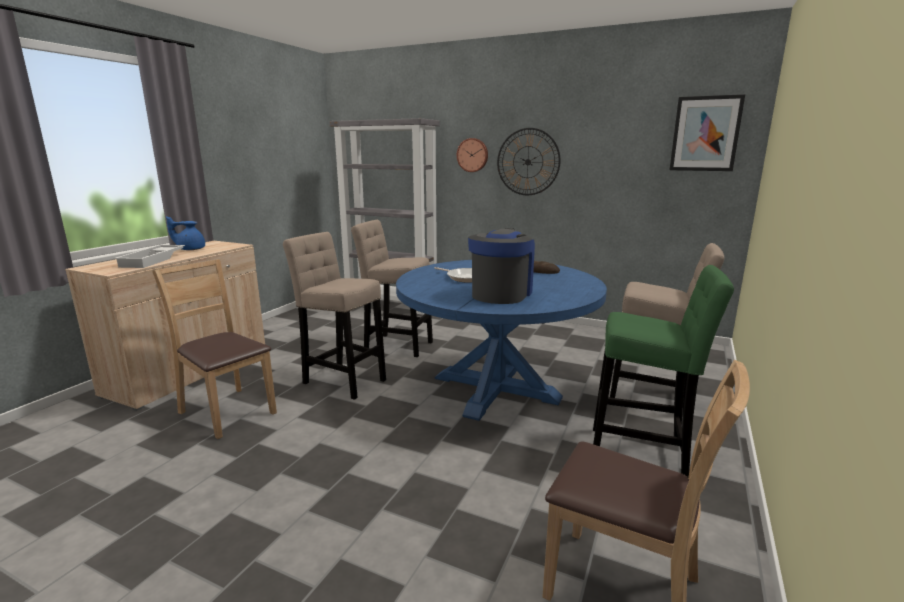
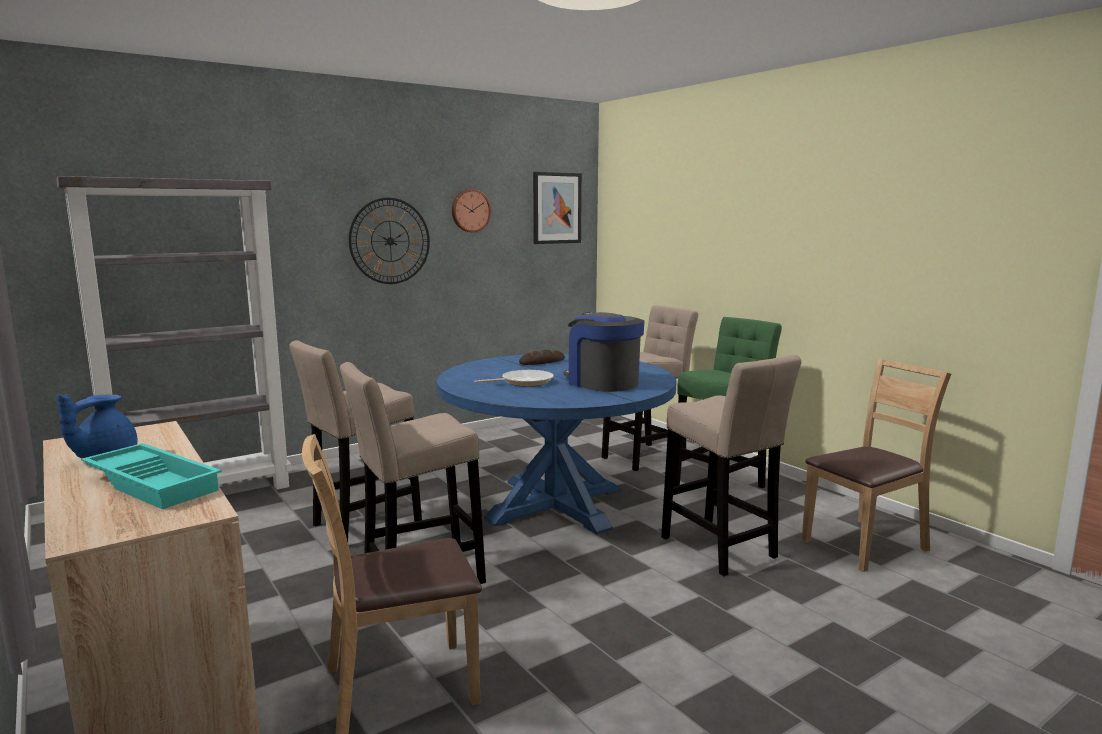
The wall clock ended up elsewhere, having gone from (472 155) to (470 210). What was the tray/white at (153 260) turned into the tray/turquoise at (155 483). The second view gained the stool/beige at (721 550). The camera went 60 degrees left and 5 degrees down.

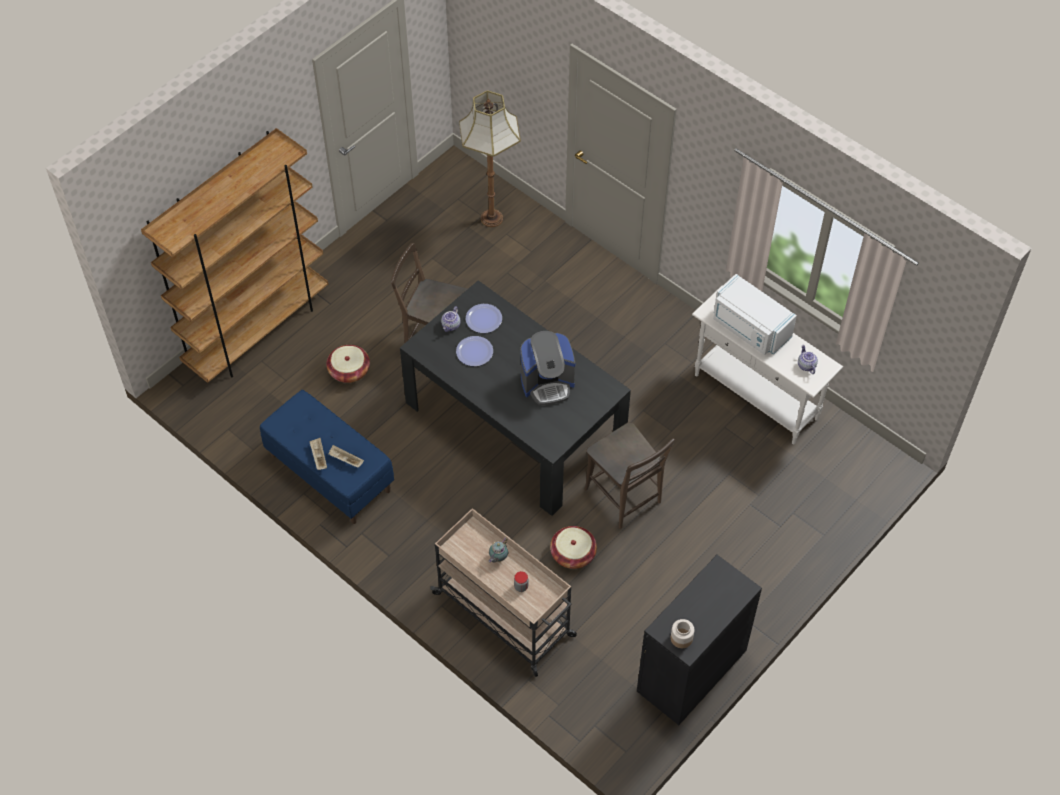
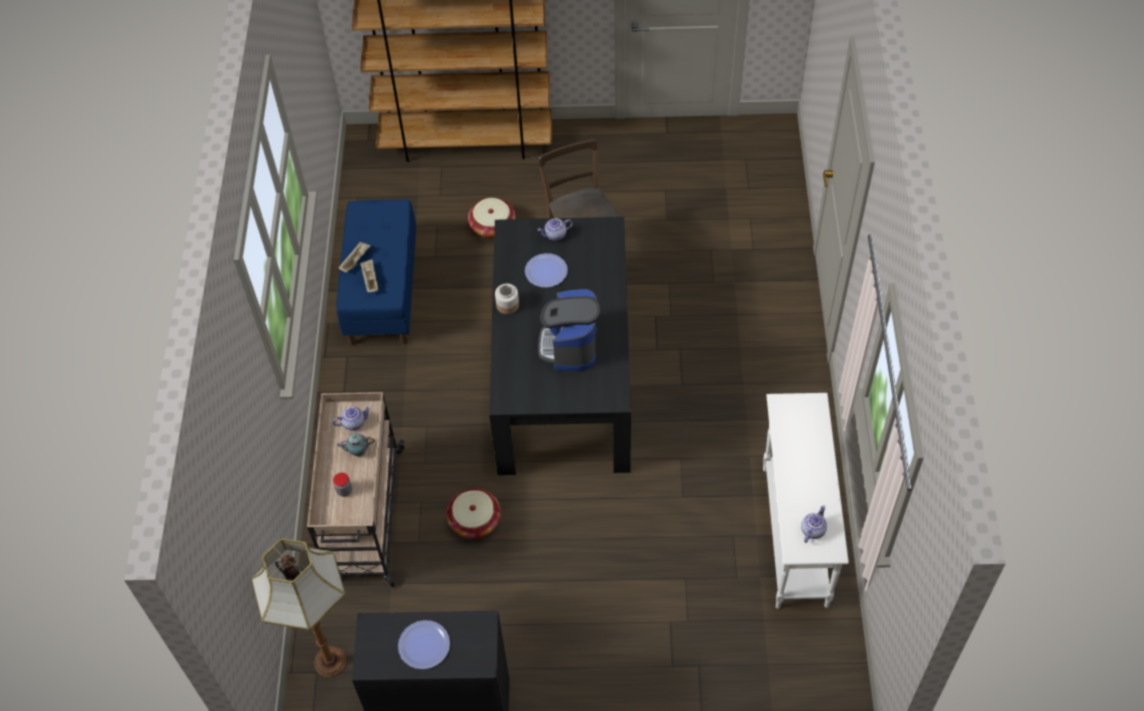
The floor lamp ended up elsewhere, having gone from (492 219) to (330 663). The second view lost the microwave/white at (749 328). The plate ended up elsewhere, having gone from (483 319) to (424 645). The coffee machine at (547 383) ended up facing another way, 60 degrees clockwise from before. The second view lost the chair/brown at (625 498). The jar ended up elsewhere, having gone from (681 638) to (507 305). The second view gained the teapot at (354 422). The camera went 50 degrees right and 0 degrees up.

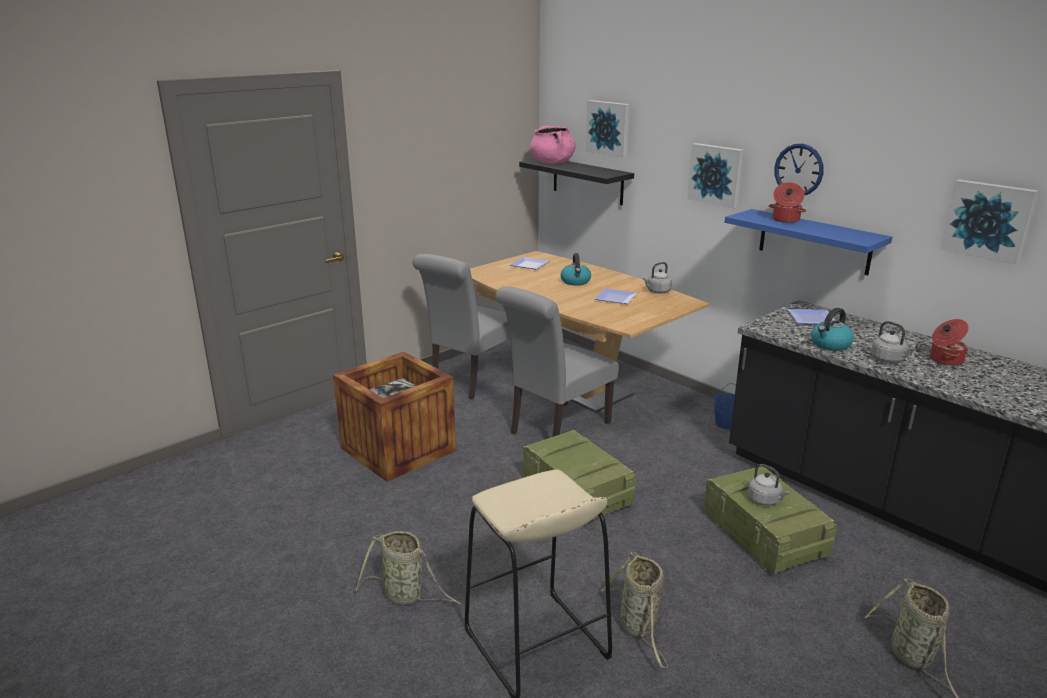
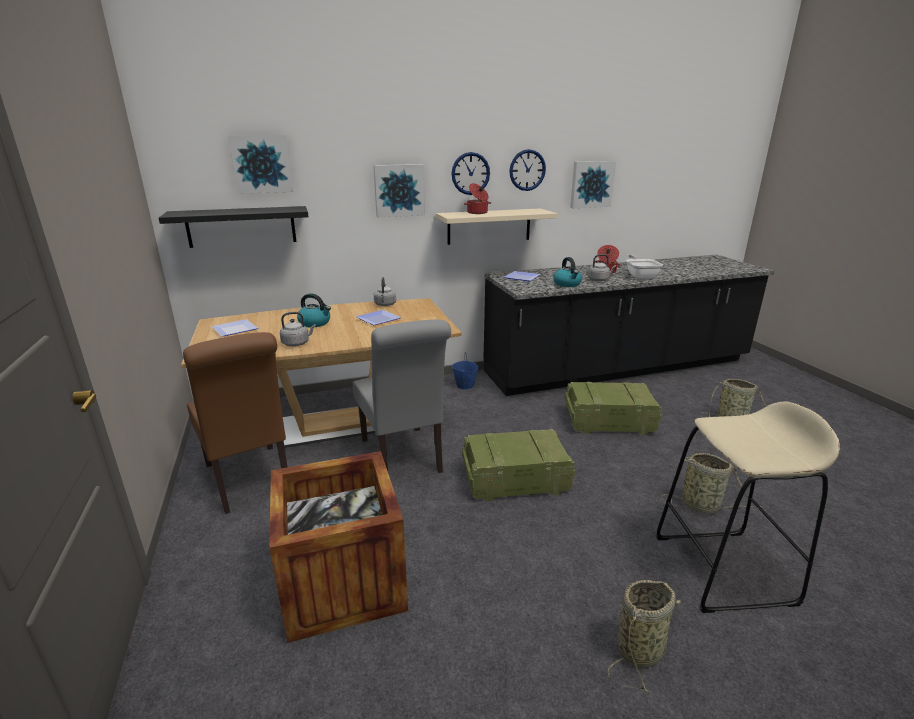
The second view lost the cooking pot/pink at (552 163). What was the shelf/blue at (814 242) turned into the shelf/beige at (489 226). What was the chair/grey at (470 381) turned into the chair/brown at (250 481). The kettle/grey ended up elsewhere, having gone from (765 500) to (297 343). The second view gained the wall clock at (527 170). The second view gained the frying pan at (640 276). The camera went 65 degrees left and 0 degrees up.

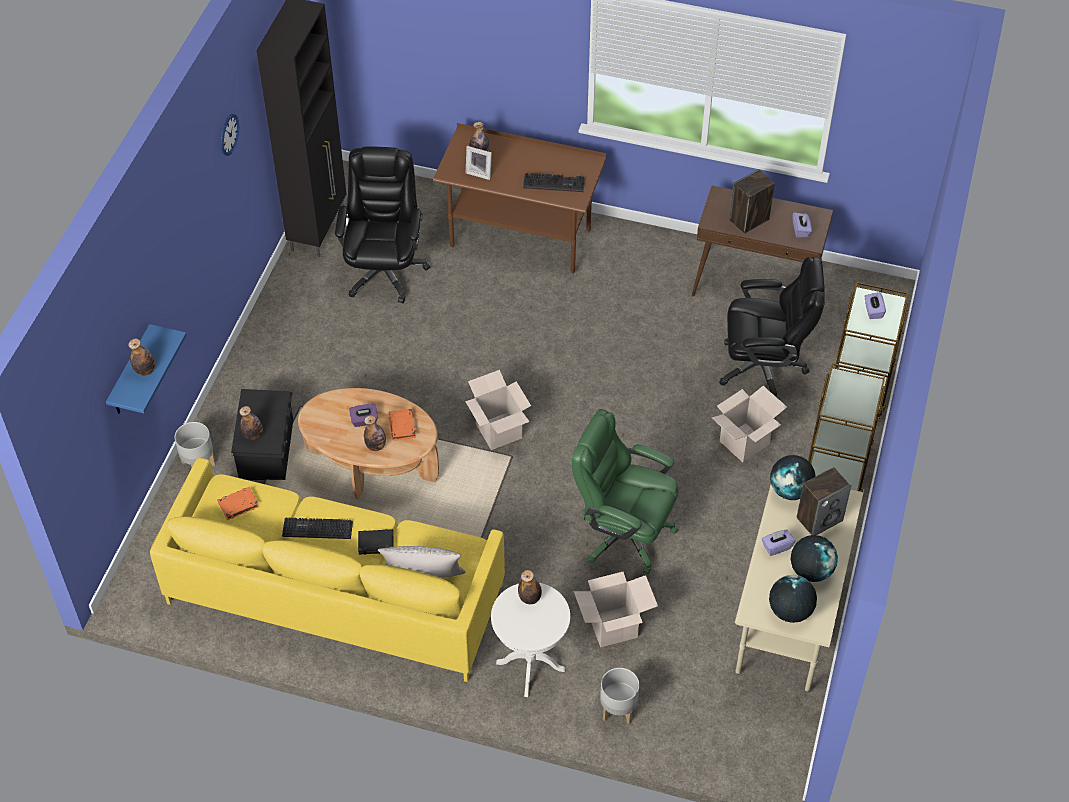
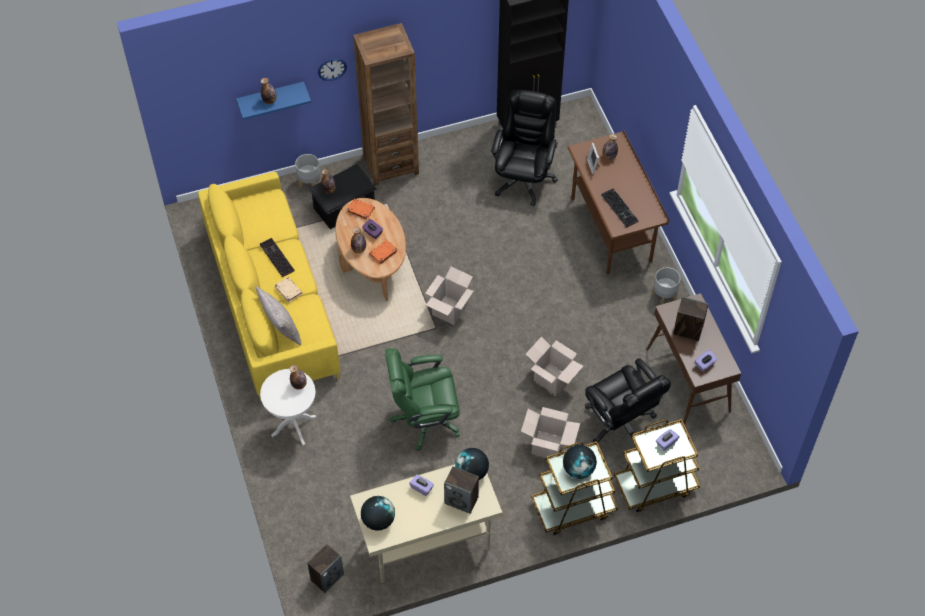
The wall clock ended up elsewhere, having gone from (229 134) to (332 69). The office chair/black at (385 271) ended up facing another way, 45 degrees counterclockwise from before. The office chair/green at (623 533) ended up facing another way, 90 degrees counterclockwise from before. The book/orange ended up elsewhere, having gone from (238 505) to (360 210). What was the book/black at (375 543) turned into the book/beige at (288 290). The globe ended up elsewhere, having gone from (811 571) to (578 469). The cardboard box ended up elsewhere, having gone from (613 627) to (552 379). The planter/grey ended up elsewhere, having gone from (618 710) to (664 296). The second view gained the bookcase/brown at (391 165). The second view gained the speaker at (327 577). The camera went 55 degrees right and 5 degrees up.

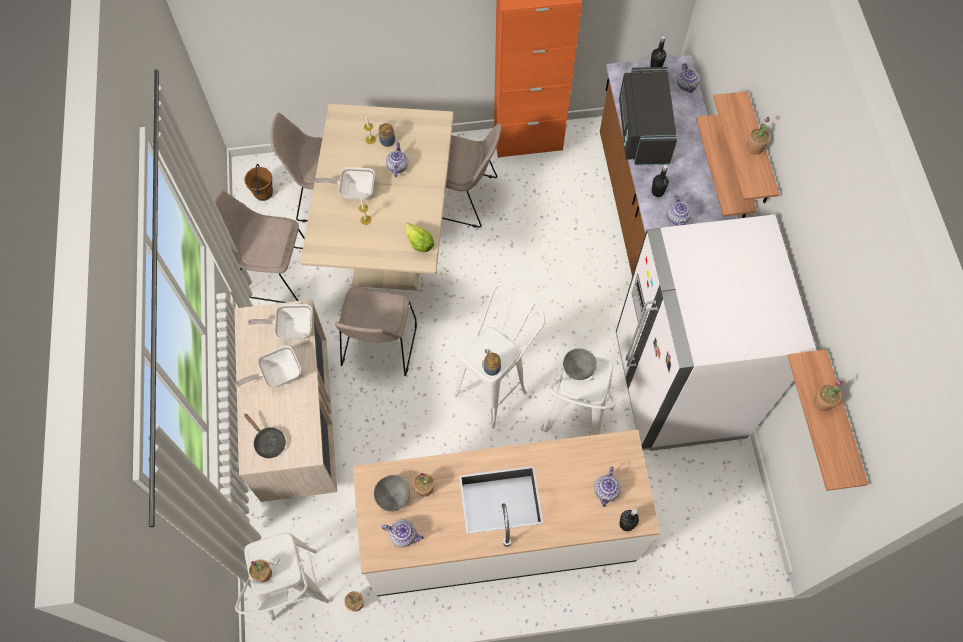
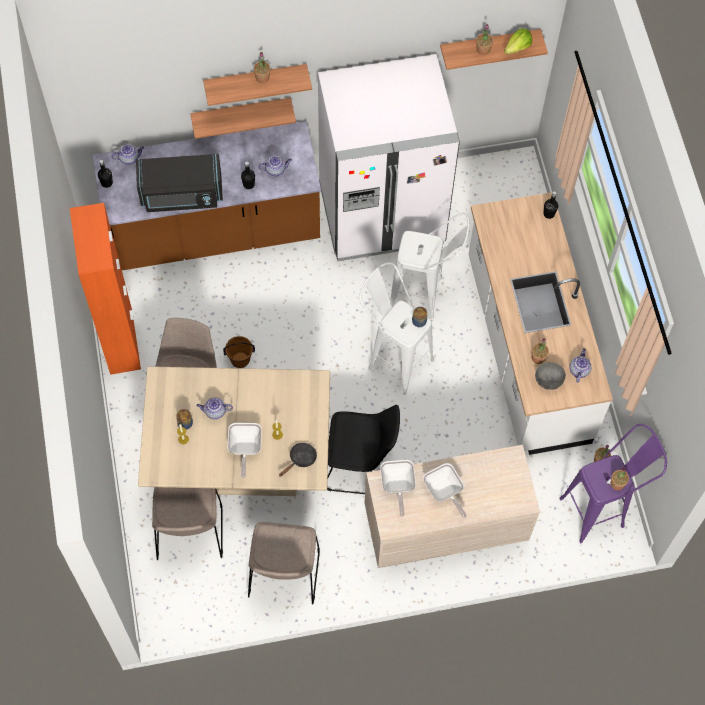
The bucket/brown ended up elsewhere, having gone from (263 193) to (240 360). The lettuce ended up elsewhere, having gone from (419 243) to (517 48). What was the chair/beige at (379 346) turned into the chair/black at (360 464). The second view lost the bowl/grey at (577 369). The frying pan/black ended up elsewhere, having gone from (268 441) to (300 459). The second view lost the teapot at (606 491). What was the stool/white at (296 596) turned into the stool/purple at (601 509). The camera went 95 degrees left and 0 degrees up.

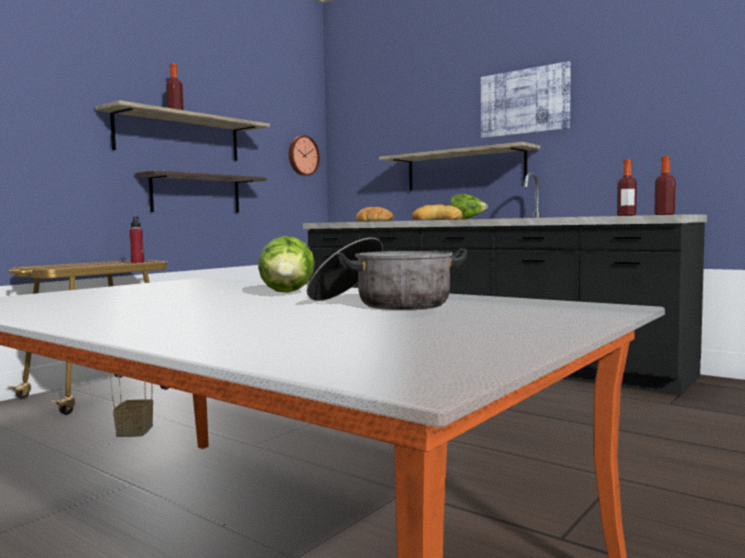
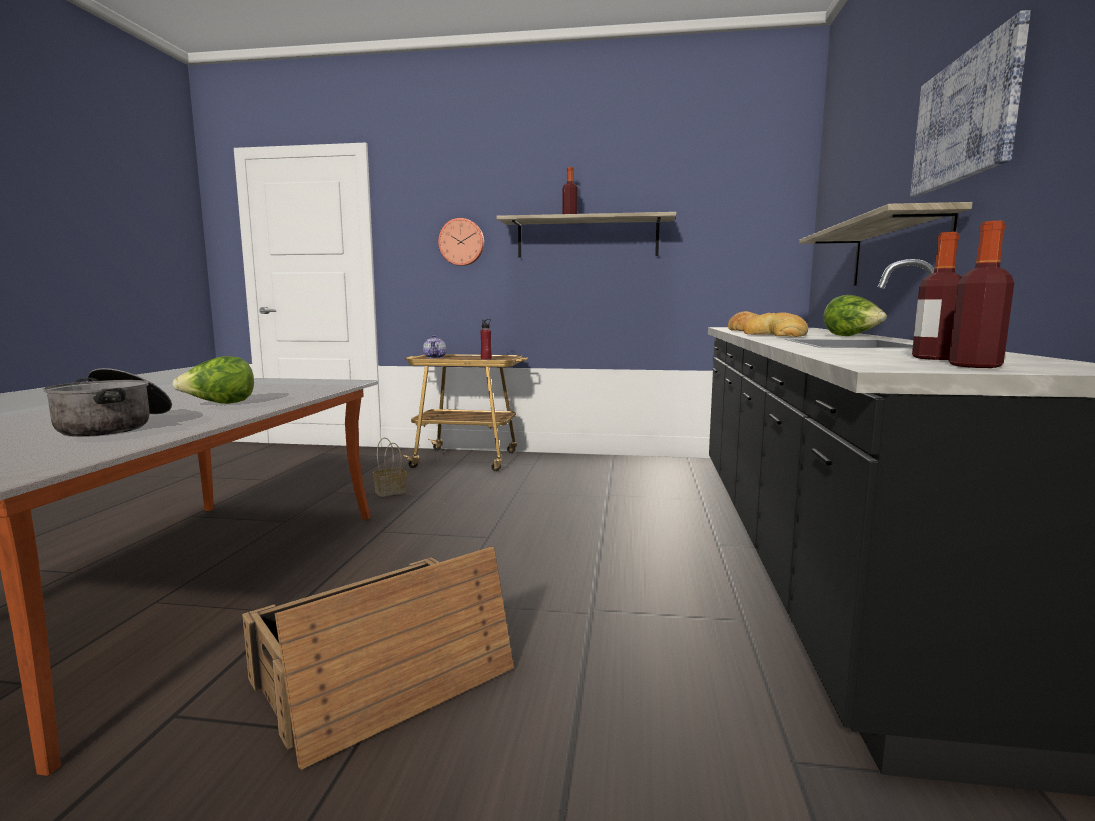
The wall clock ended up elsewhere, having gone from (302 155) to (461 242). The second view lost the shelf at (196 194). The second view gained the teapot at (435 357). The second view gained the crate at (381 677). The camera went 60 degrees right and 5 degrees up.

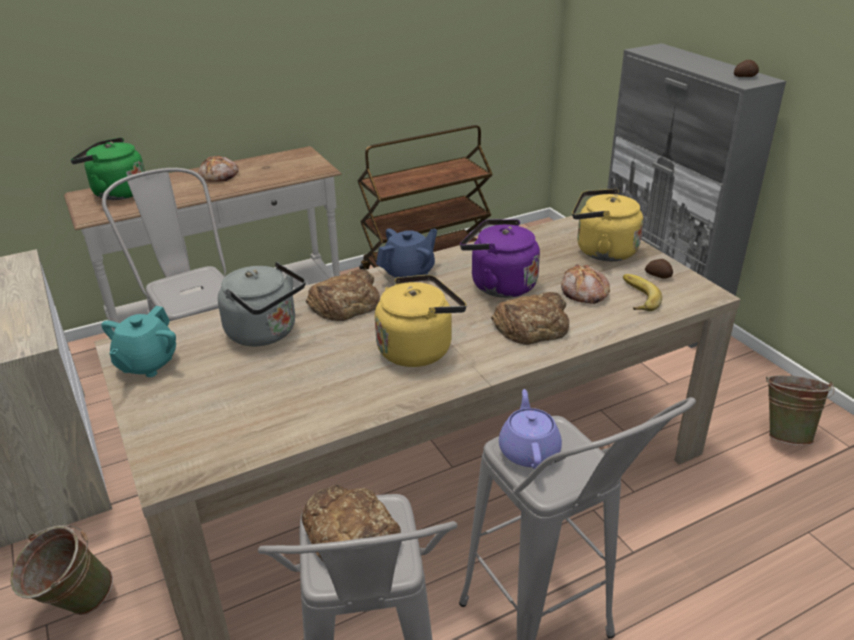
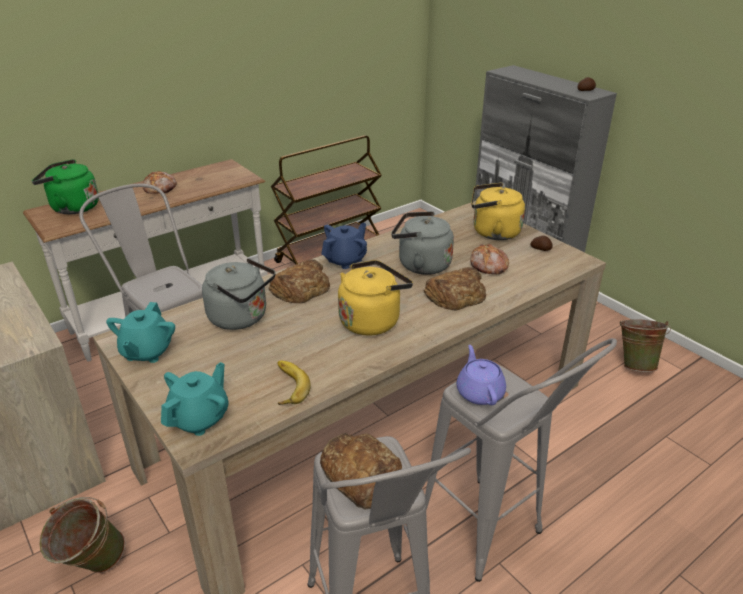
What was the kettle/purple at (499 285) turned into the kettle/grey at (420 265). The banana ended up elsewhere, having gone from (635 297) to (286 386). The second view gained the teapot/turquoise at (200 418). The camera went 10 degrees left and 0 degrees up.

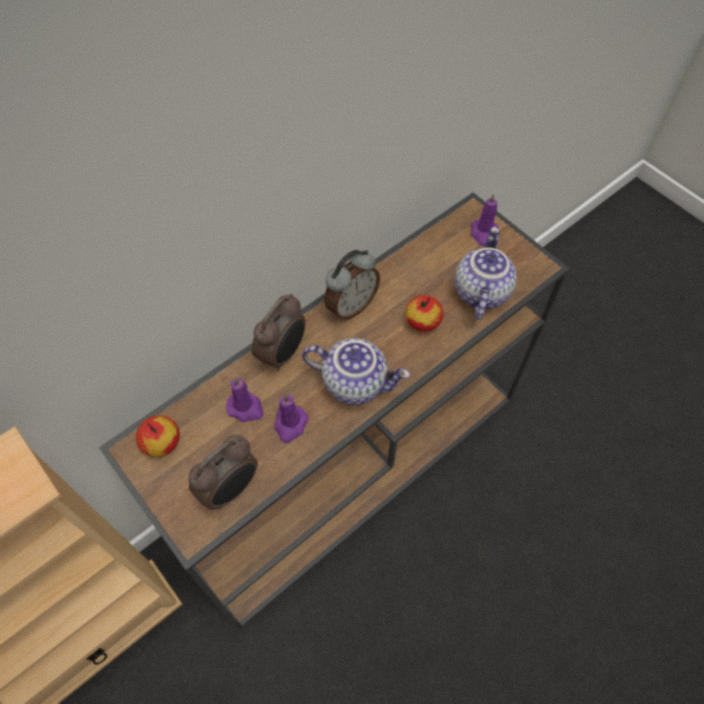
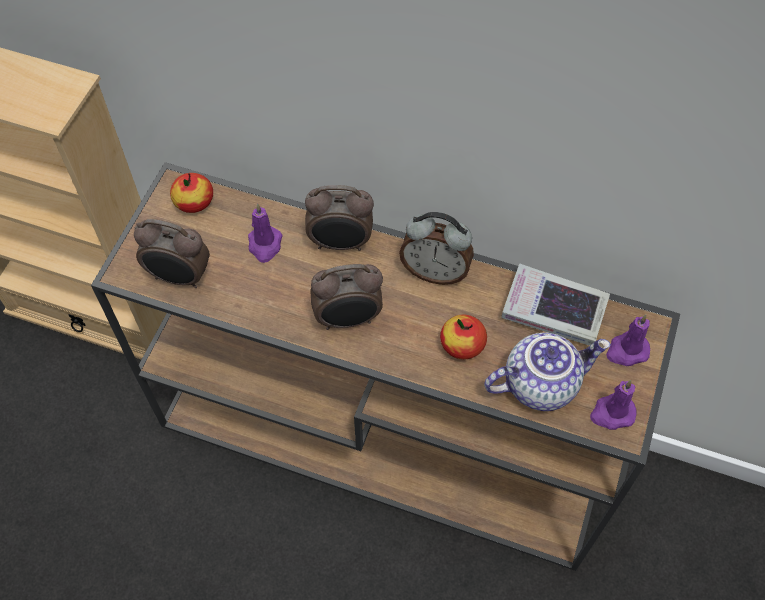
Where the teapot stood at (355 382), the alarm clock came to stand at (348 319). The candle/purple ended up elsewhere, having gone from (290 425) to (612 413). The second view gained the book at (553 310). The camera went 60 degrees right and 0 degrees up.

